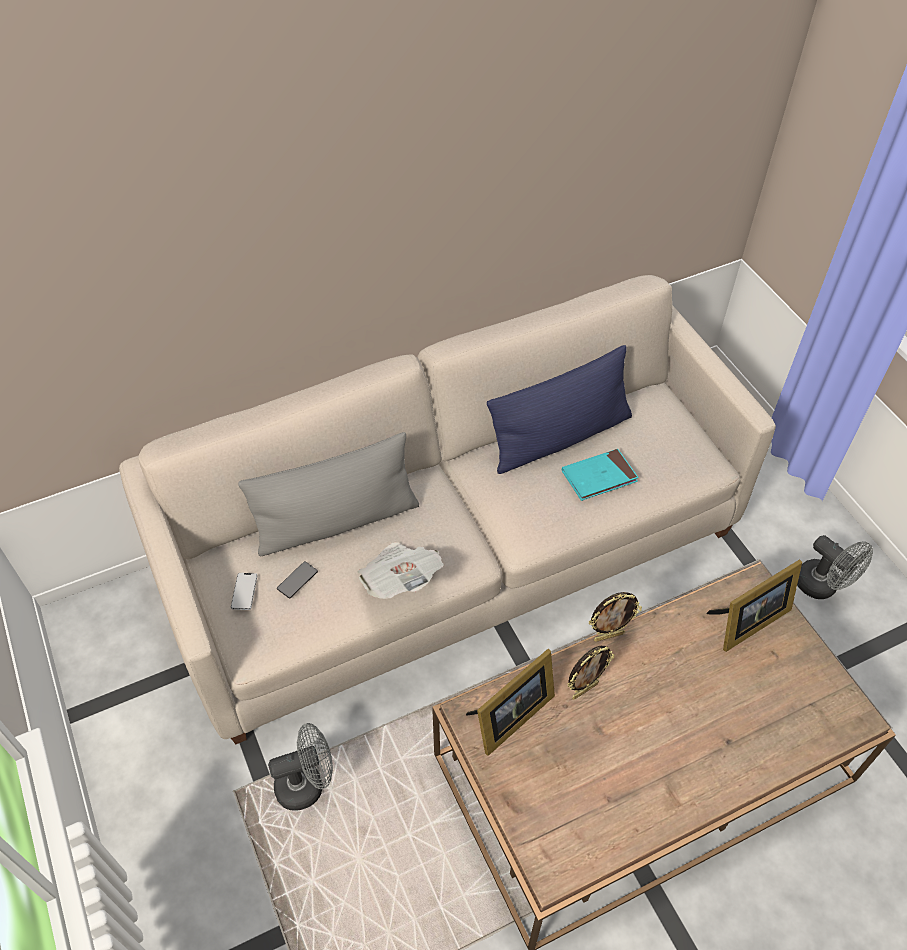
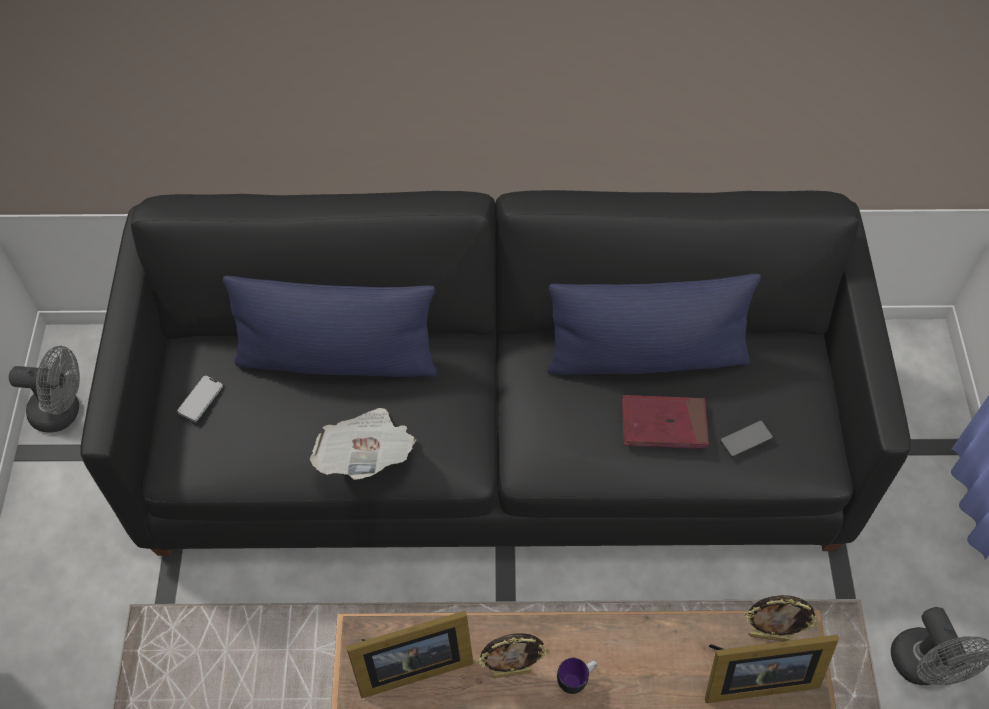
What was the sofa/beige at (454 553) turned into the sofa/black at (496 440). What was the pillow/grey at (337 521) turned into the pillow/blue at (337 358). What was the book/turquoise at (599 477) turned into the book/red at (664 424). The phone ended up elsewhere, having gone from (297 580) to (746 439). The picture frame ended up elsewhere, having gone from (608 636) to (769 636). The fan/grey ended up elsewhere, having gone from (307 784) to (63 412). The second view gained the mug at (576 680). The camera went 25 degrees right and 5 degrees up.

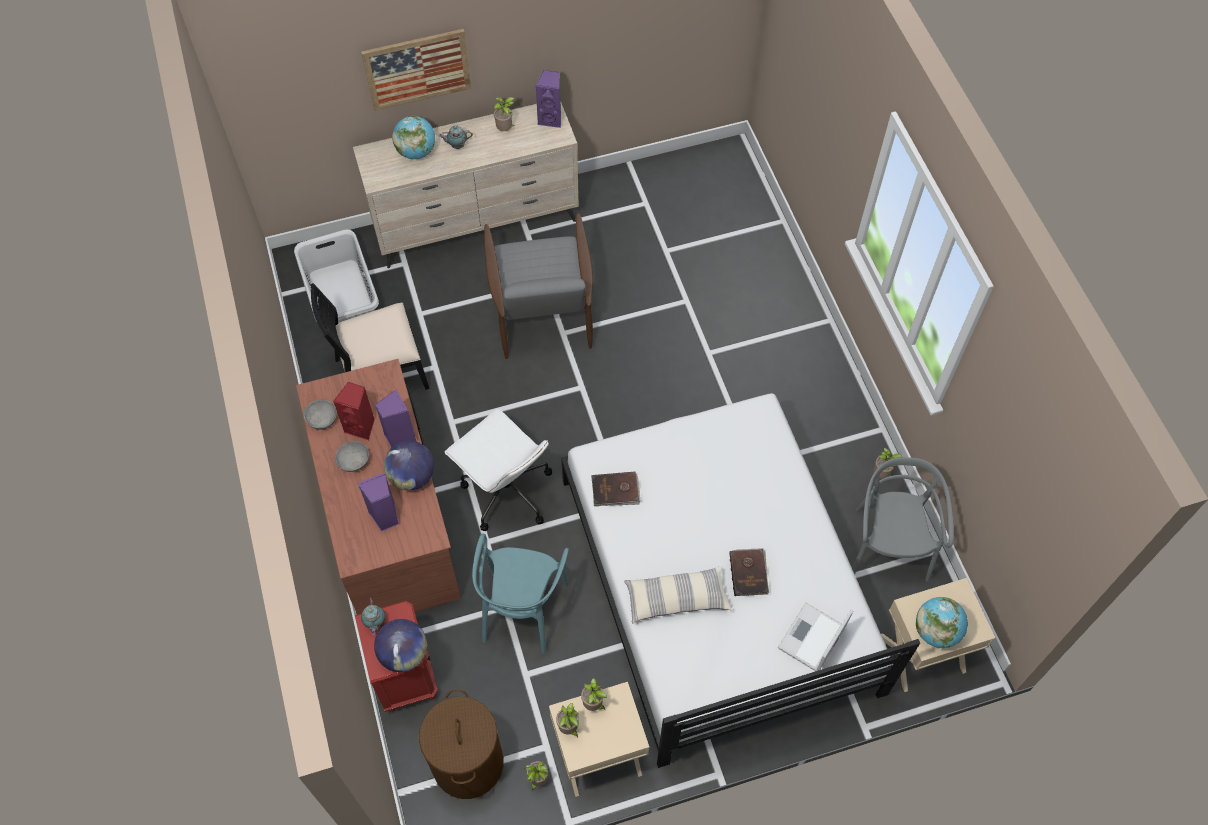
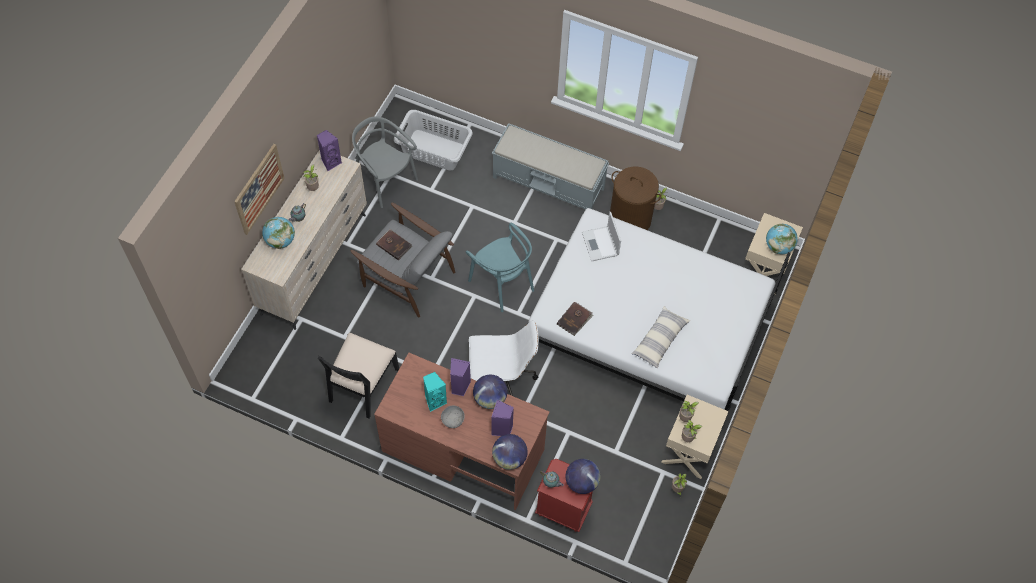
The laundry basket/grey ended up elsewhere, having gone from (342 295) to (434 149). What was the speaker/red at (361 427) turned into the speaker/turquoise at (435 400). The second view lost the bowl/grey at (322 419). The chair/grey ended up elsewhere, having gone from (888 546) to (385 180). The chair/turquoise ended up elsewhere, having gone from (522 610) to (502 283). The book/brown ended up elsewhere, having gone from (749 573) to (394 245). The laptop ended up elsewhere, having gone from (811 639) to (600 244). The laundry basket/brown ended up elsewhere, having gone from (468 763) to (630 219). The second view gained the bench/grey at (549 183). The second view gained the globe at (509 458). The camera went 50 degrees left and 0 degrees up.

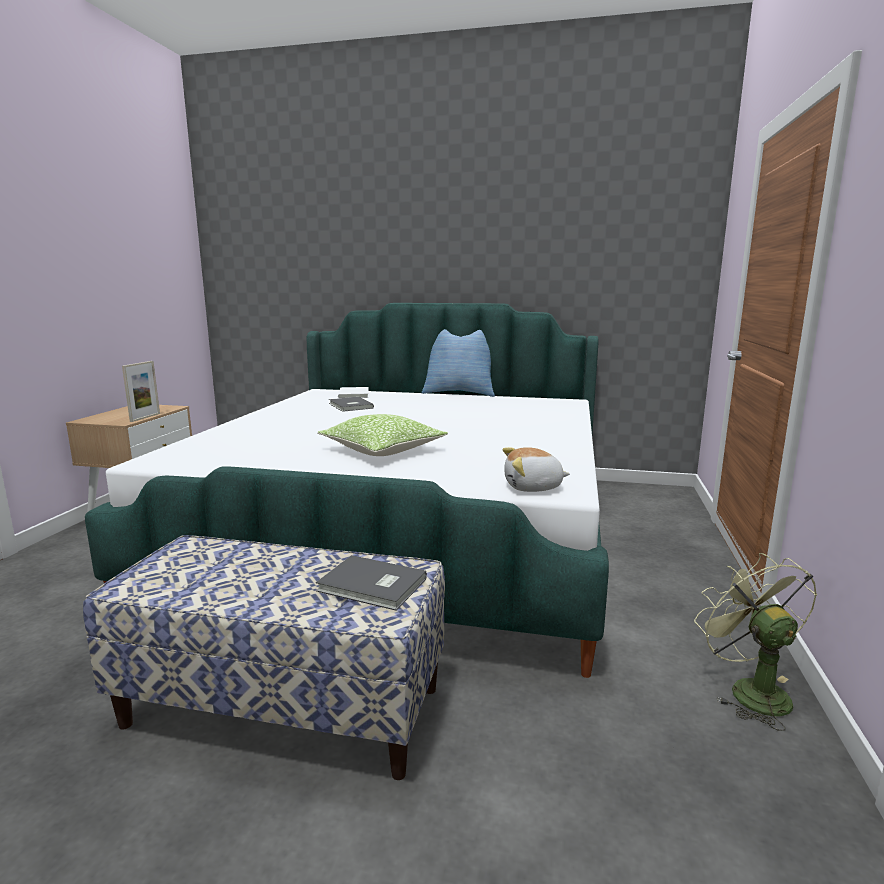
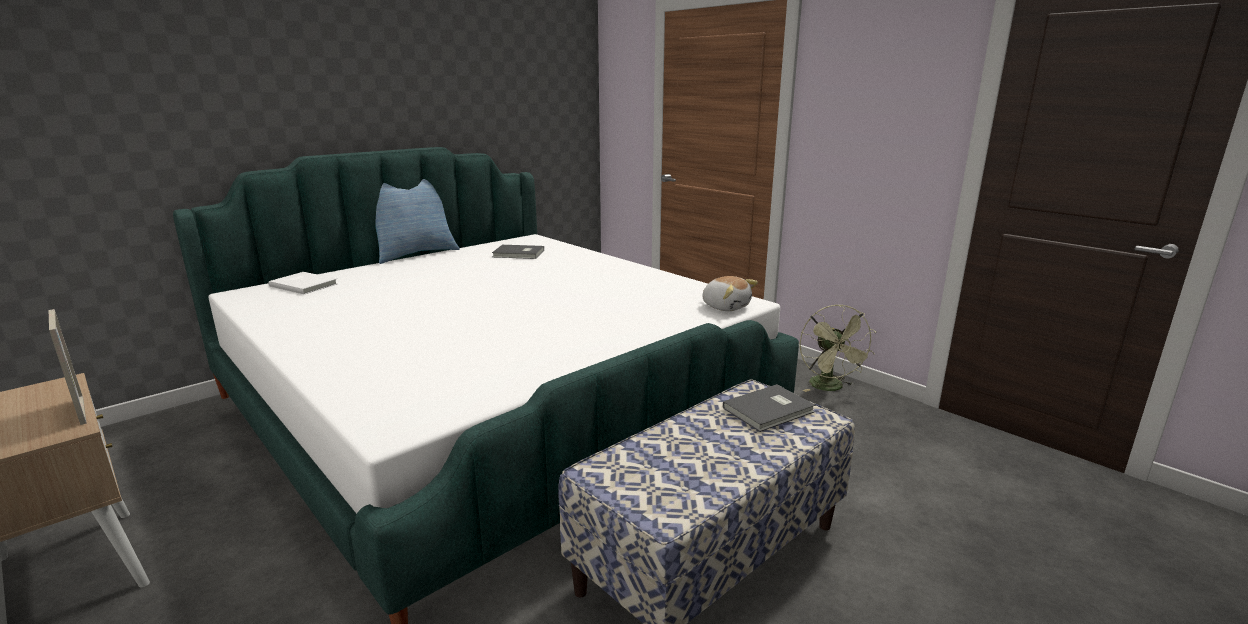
The book/grey ended up elsewhere, having gone from (350 406) to (519 254). The second view lost the pillow at (383 450). The plush toy at (533 487) ended up facing another way, 75 degrees counterclockwise from before. The fan/green at (749 690) ended up facing another way, 120 degrees counterclockwise from before. The camera went 55 degrees left and 5 degrees up.

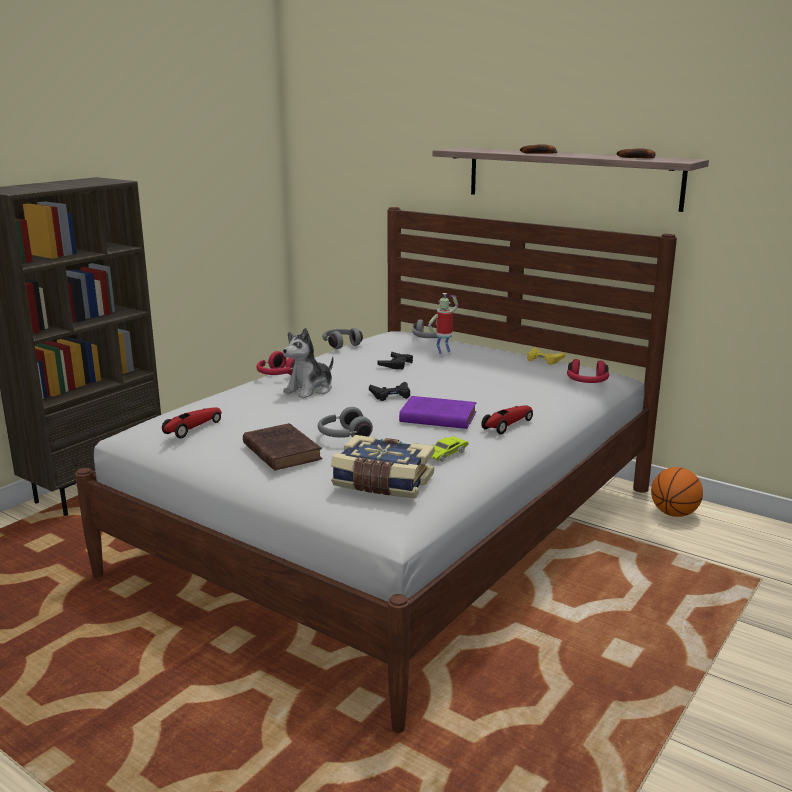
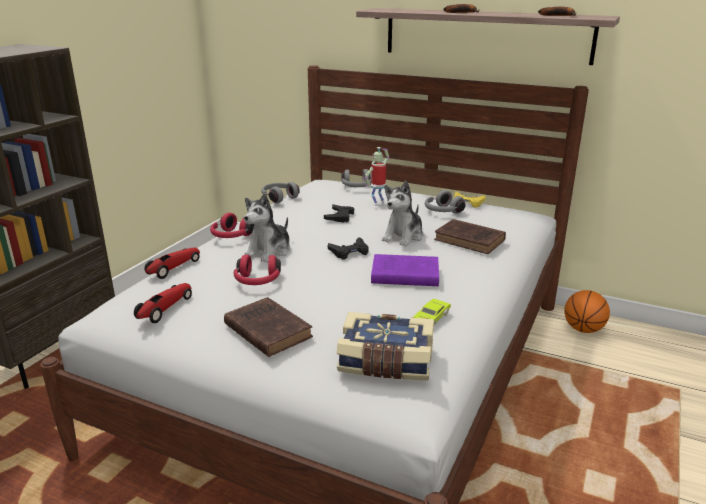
The headphones/red ended up elsewhere, having gone from (587 383) to (257 281). The toy car ended up elsewhere, having gone from (507 425) to (173 268). The headphones/grey ended up elsewhere, having gone from (343 436) to (442 211). The second view gained the plush toy at (403 236). The second view gained the book/brown at (471 240). The camera went 10 degrees left and 5 degrees up.

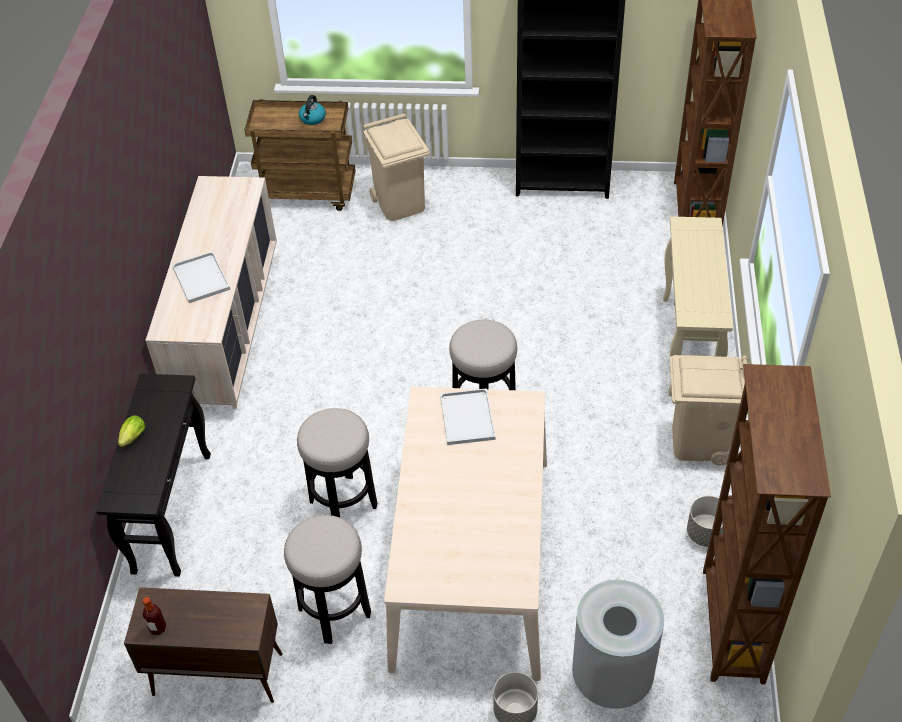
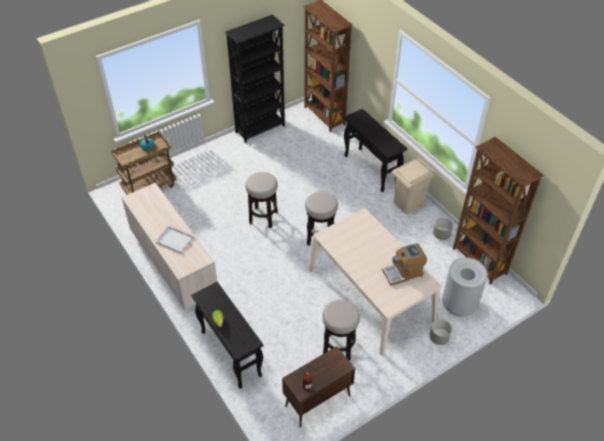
The second view lost the trash can/beige at (400 203). What was the console table/beige at (688 347) turned into the console table/black at (371 170). The second view lost the tray/white at (466 416). The stool ended up elsewhere, having gone from (343 503) to (263 218). The second view gained the coffee machine at (403 273). The camera went 40 degrees left and 0 degrees up.

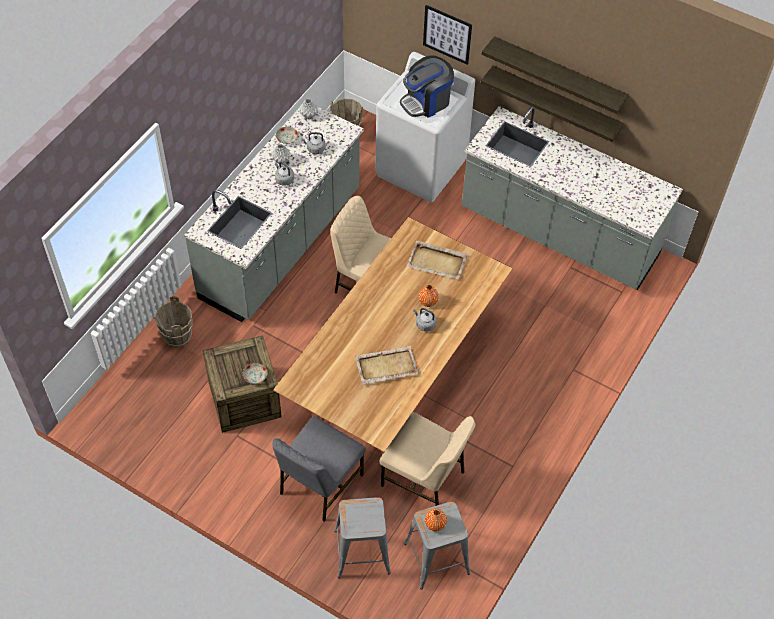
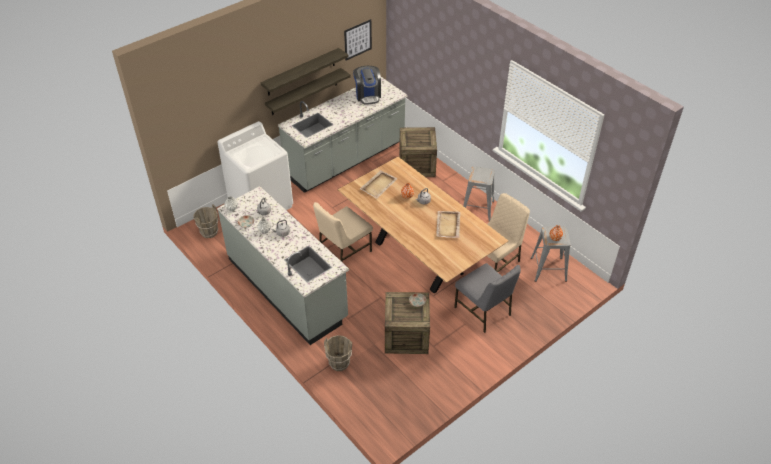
The picture ended up elsewhere, having gone from (447 34) to (358 39). The coffee machine ended up elsewhere, having gone from (426 102) to (368 95). The stool/grey ended up elsewhere, having gone from (362 552) to (478 209). The second view gained the crate at (417 165). The camera went 70 degrees left and 10 degrees down.

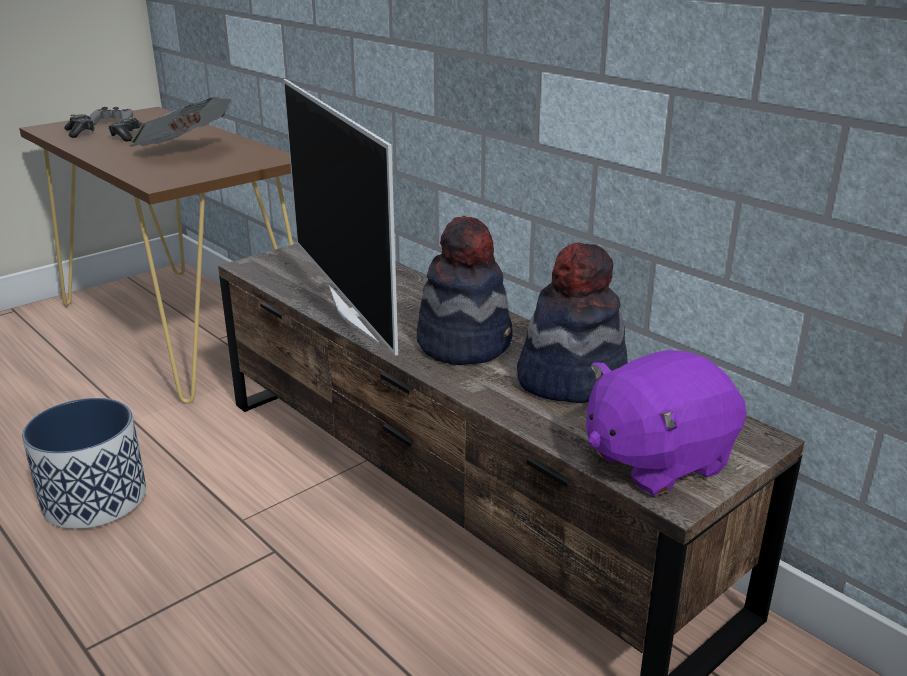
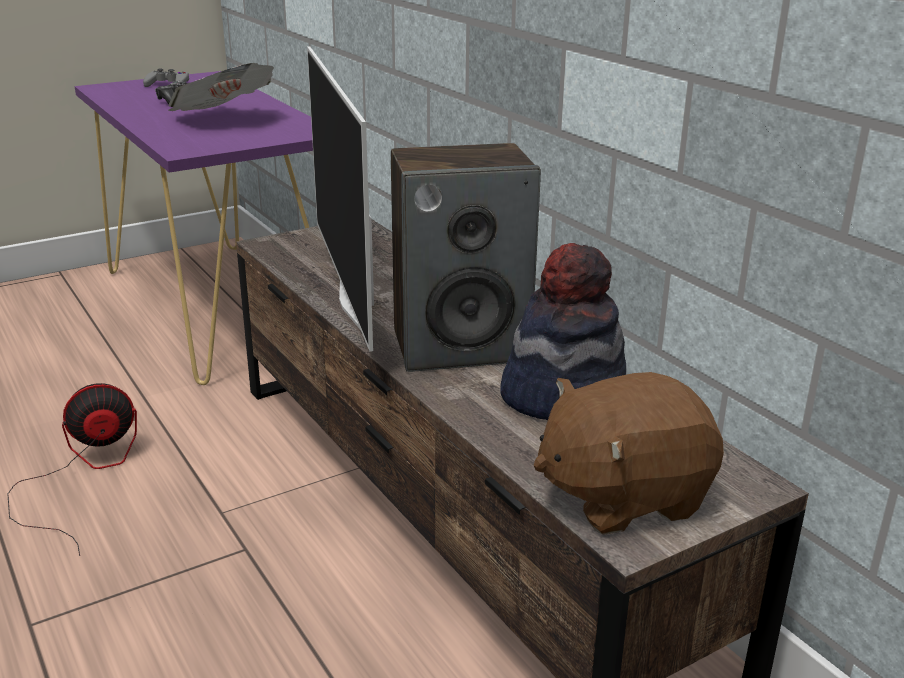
What was the console table/brown at (183 329) turned into the console table/purple at (221 308). The second view lost the game controller at (80 133). Where the hat stood at (465 343), the speaker came to stand at (461 346). What was the plush toy/purple at (655 460) turned into the plush toy/brown at (622 495). Where the planter stood at (95 499), the fan came to stand at (84 473). The camera went 10 degrees right and 0 degrees up.

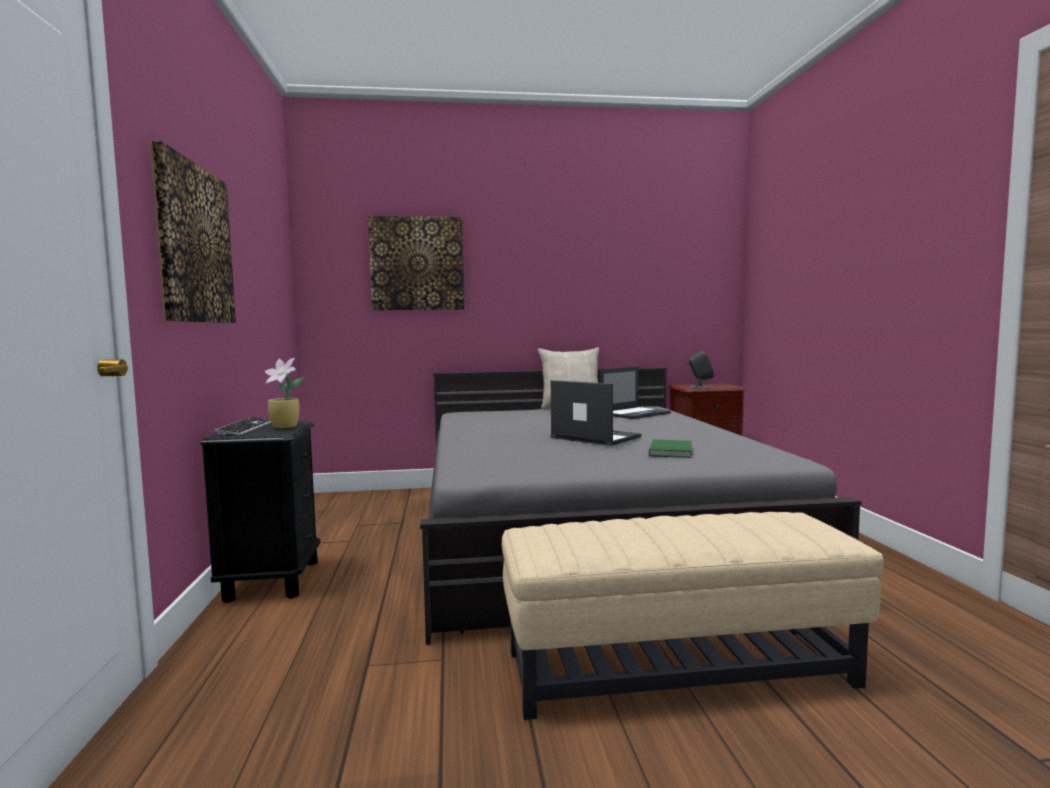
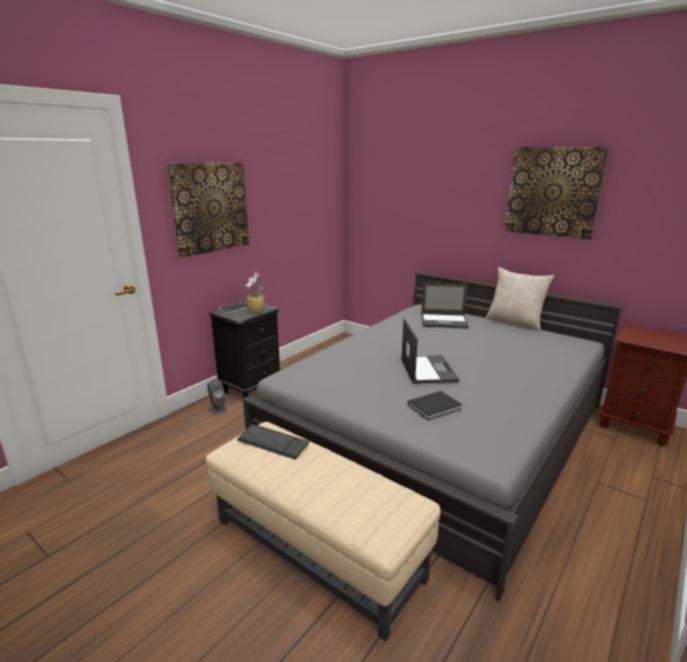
The picture ended up elsewhere, having gone from (417 264) to (553 192). The speaker/grey ended up elsewhere, having gone from (701 387) to (217 409). The laptop ended up elsewhere, having gone from (635 413) to (444 321). What was the book/green at (671 451) turned into the book/black at (436 407). The second view gained the keyboard at (273 443). The camera went 45 degrees right and 15 degrees up.

